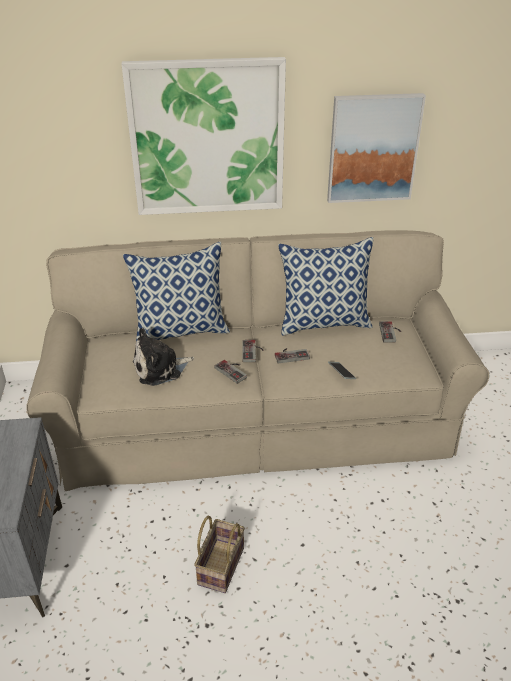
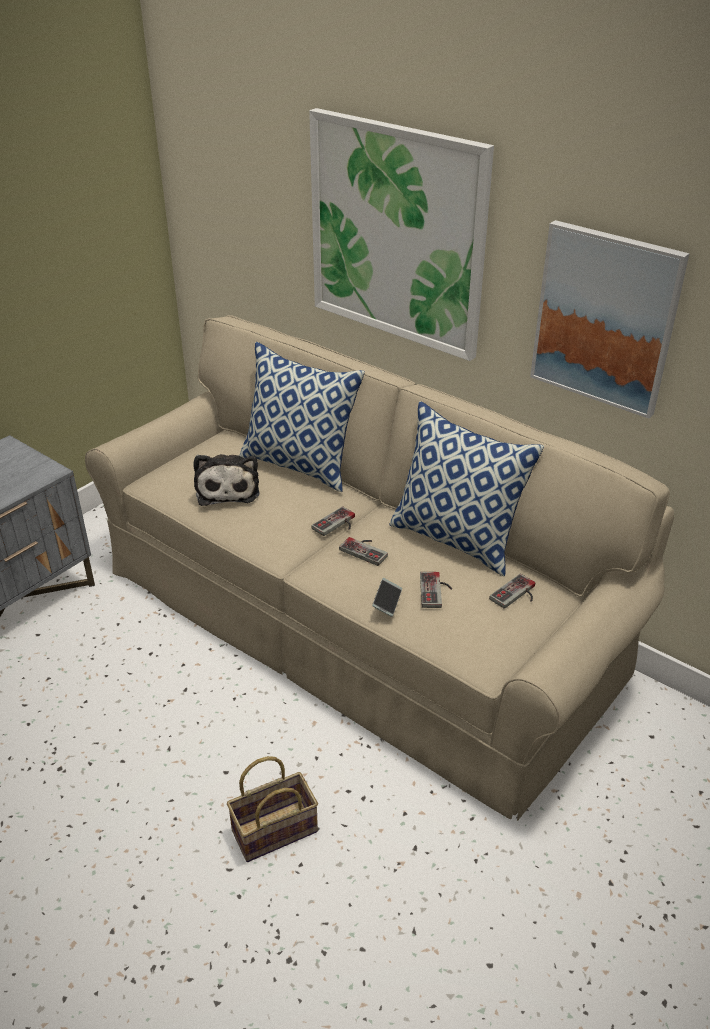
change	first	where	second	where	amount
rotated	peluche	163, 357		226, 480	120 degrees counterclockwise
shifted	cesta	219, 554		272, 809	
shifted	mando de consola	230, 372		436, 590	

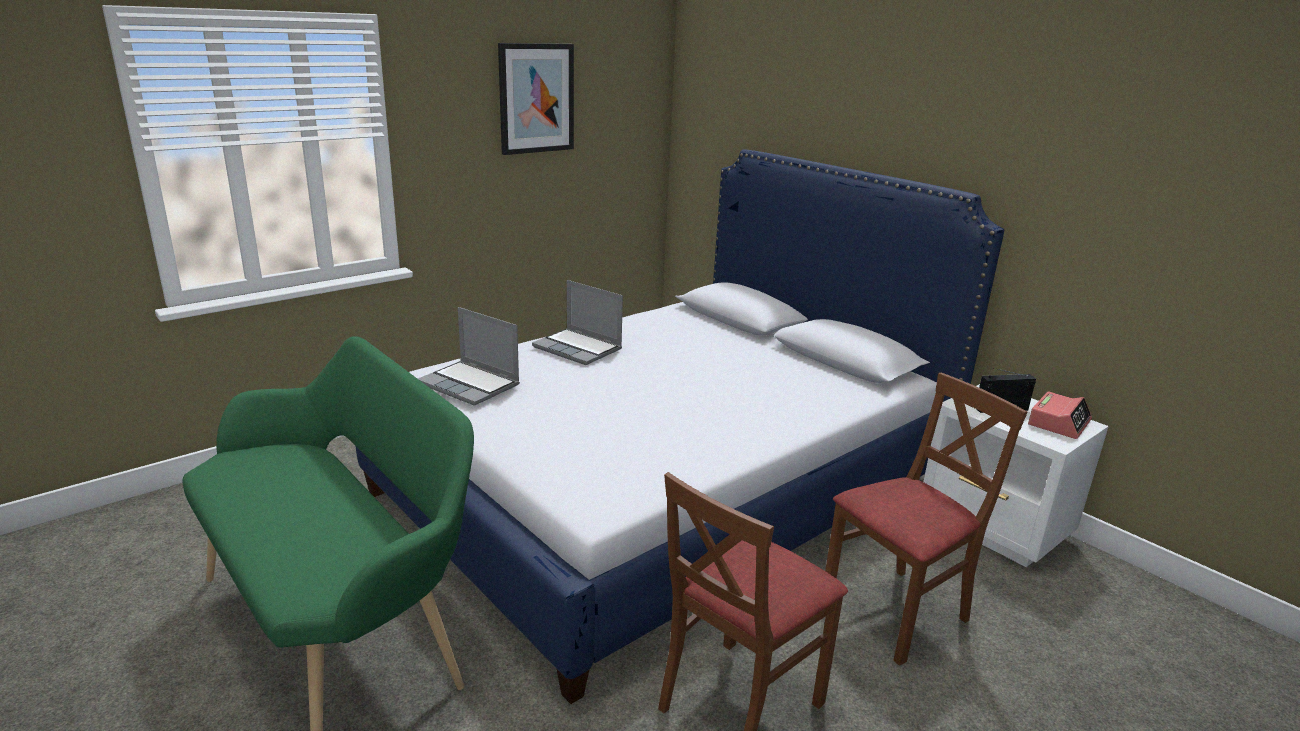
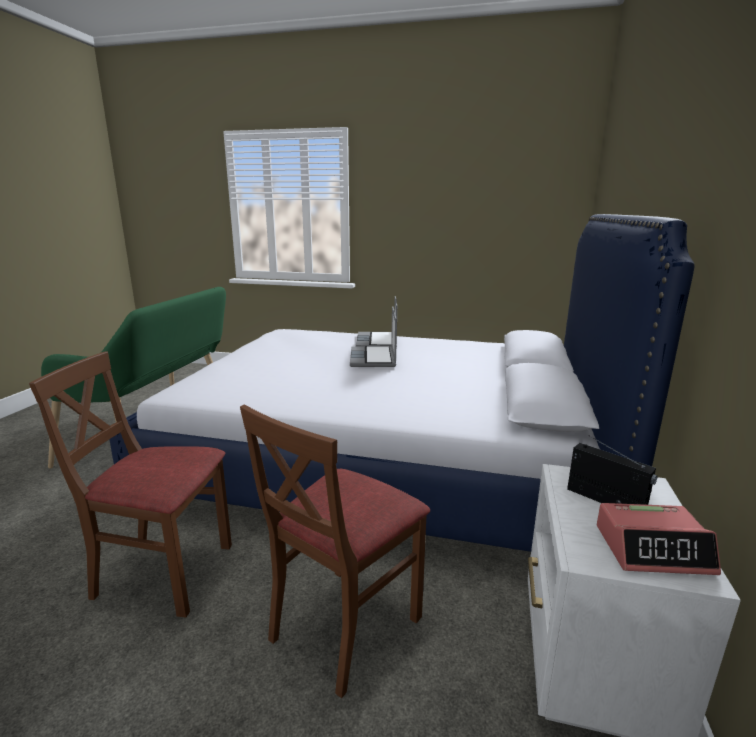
change	first	where	second	where	amount
rotated	silla (marrón)	926, 519		335, 551	105 degrees clockwise
shifted	portátil	469, 356		373, 336	
gone	cuadro	536, 99			

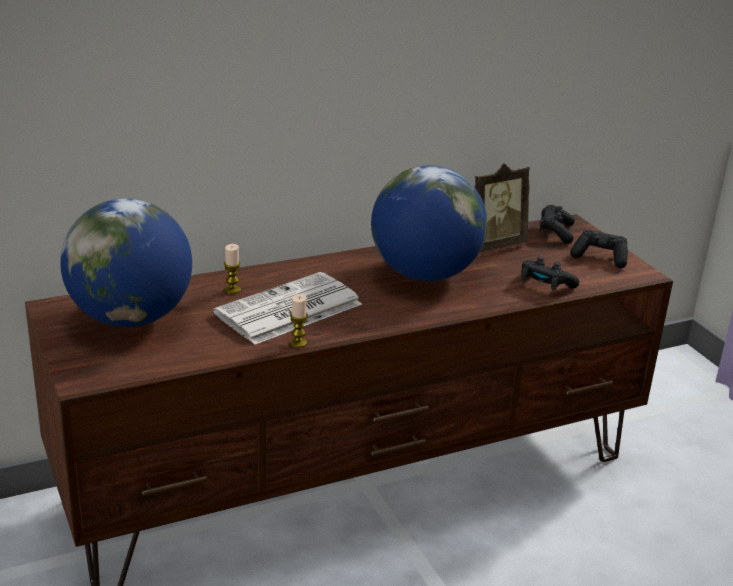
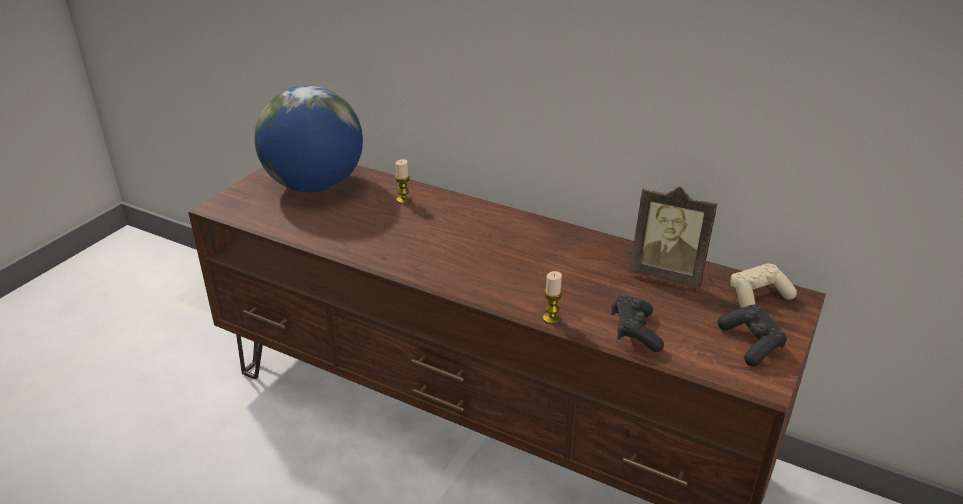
change	first	where	second	where	amount
shifted	vela	298, 321		553, 297	
repainted	mando de consola (negro)	557, 224	mando de consola (beis)	763, 286	
gone	periódico	287, 308			
gone	globo terráqueo	429, 223			

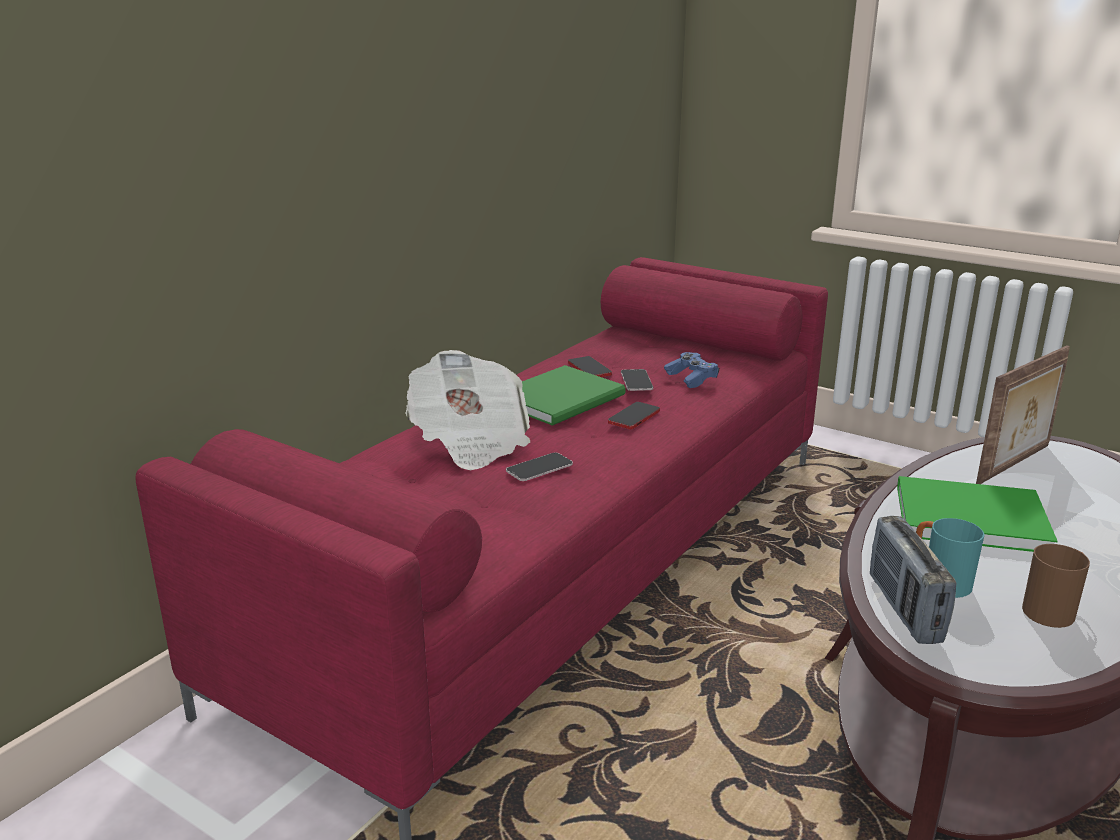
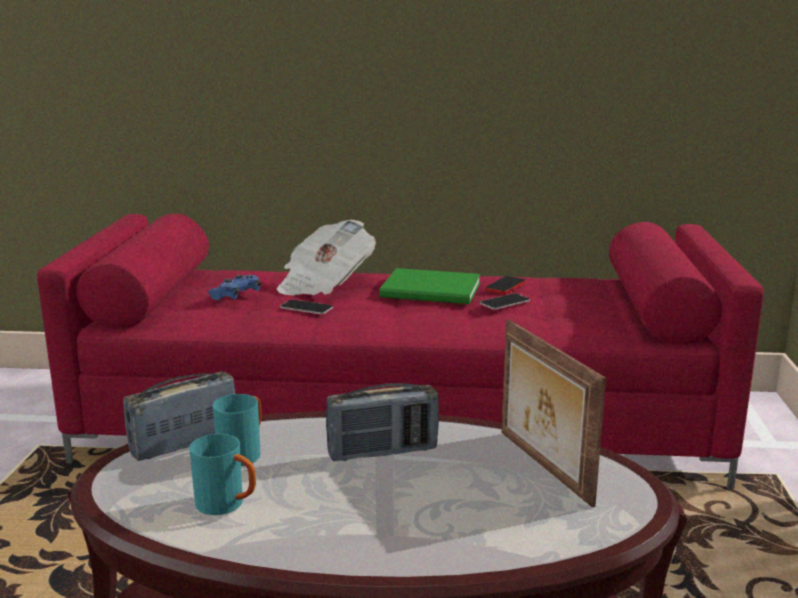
change	first	where	second	where	amount
repainted	taza grande (marrón)	1056, 586	taza grande (turquesa)	222, 474	
shifted	mando de consola (azul)	691, 370		234, 287	
swapped	libro (verde)	977, 514	radio	382, 422	
rotated	portarretratos	1023, 415		554, 414	45 degrees clockwise
gone	móvil	634, 415			

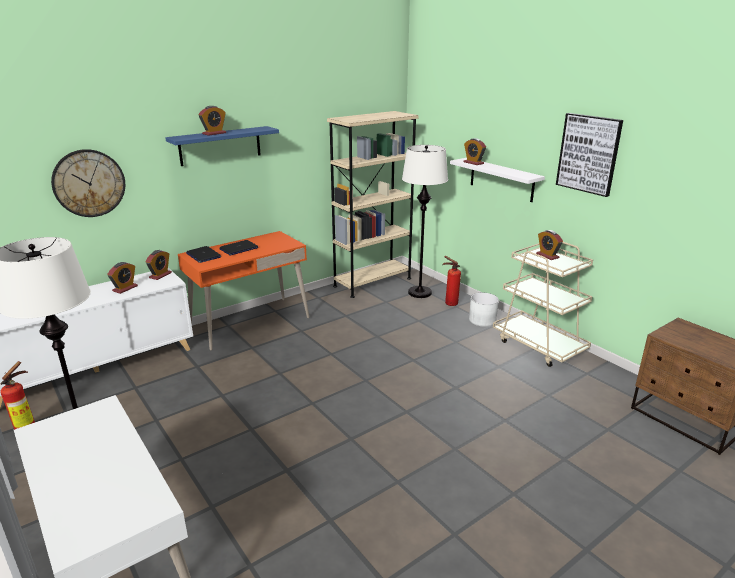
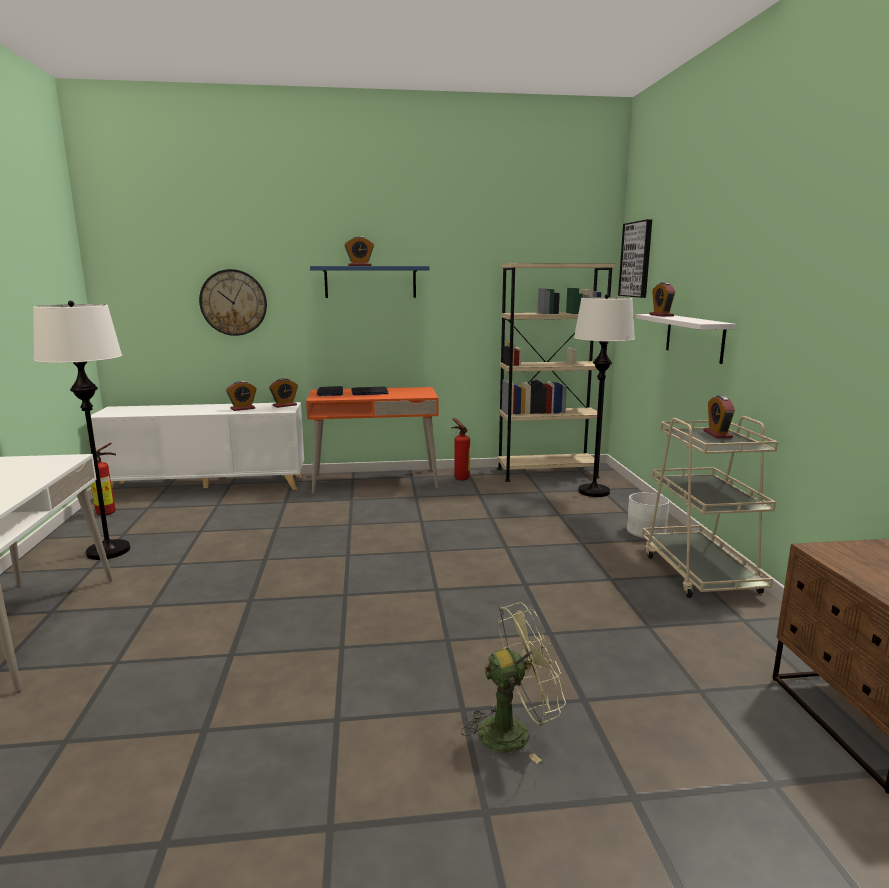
change	first	where	second	where	amount
shifted	extintor	451, 281		460, 449	
new			ventilador (verde)	513, 683	
shifted	cuadro	589, 155		635, 258	

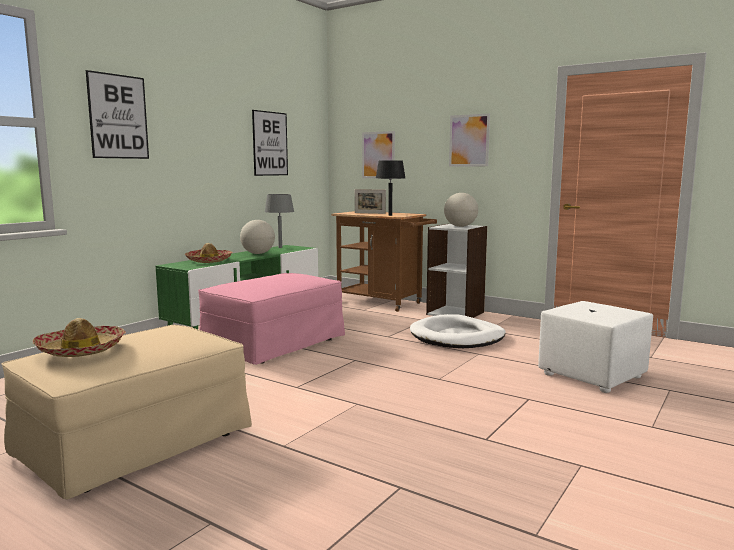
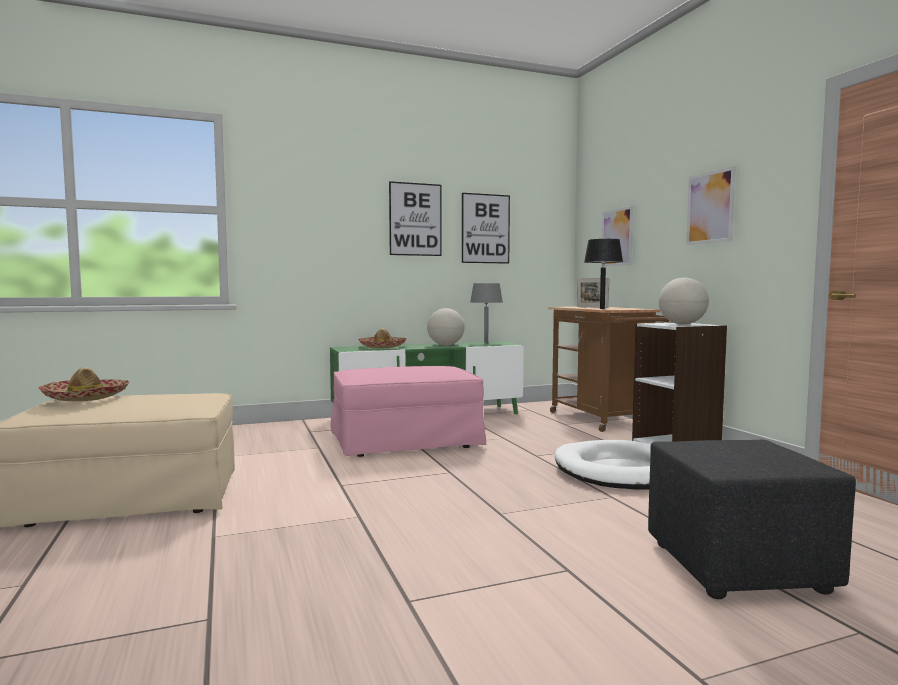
change	first	where	second	where	amount
shifted	cuadro	117, 114		415, 218	
repainted	puf (blanco)	595, 347	puf (negro)	752, 519	

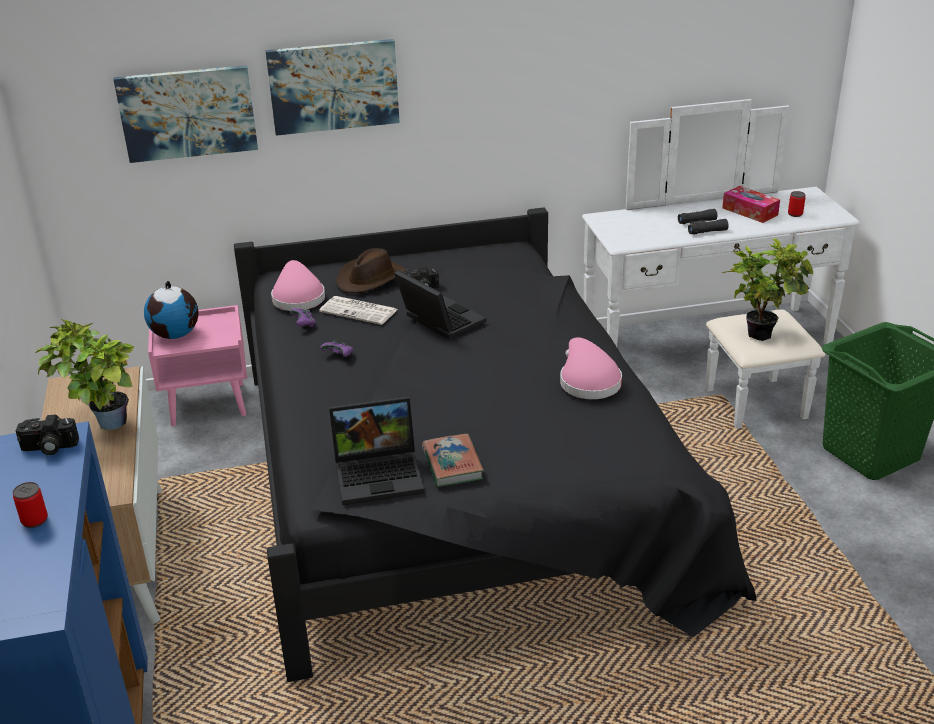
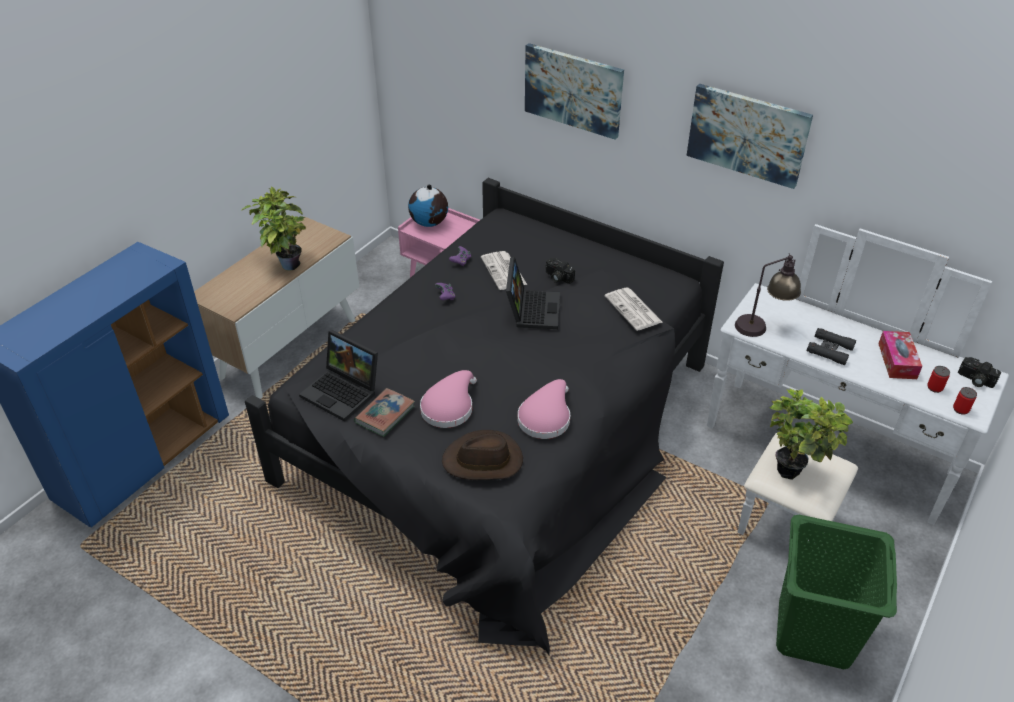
change	first	where	second	where	amount
shifted	sombrero (rosa)	298, 285		448, 399	
shifted	sombrero (marrón)	371, 270		482, 455	
new			periódico	633, 309	
shifted	cuadro	185, 114		749, 136	
new			lámpara de mesa	768, 295	
shifted	lata	30, 505		965, 401	
shifted	cámara	47, 434		980, 372	

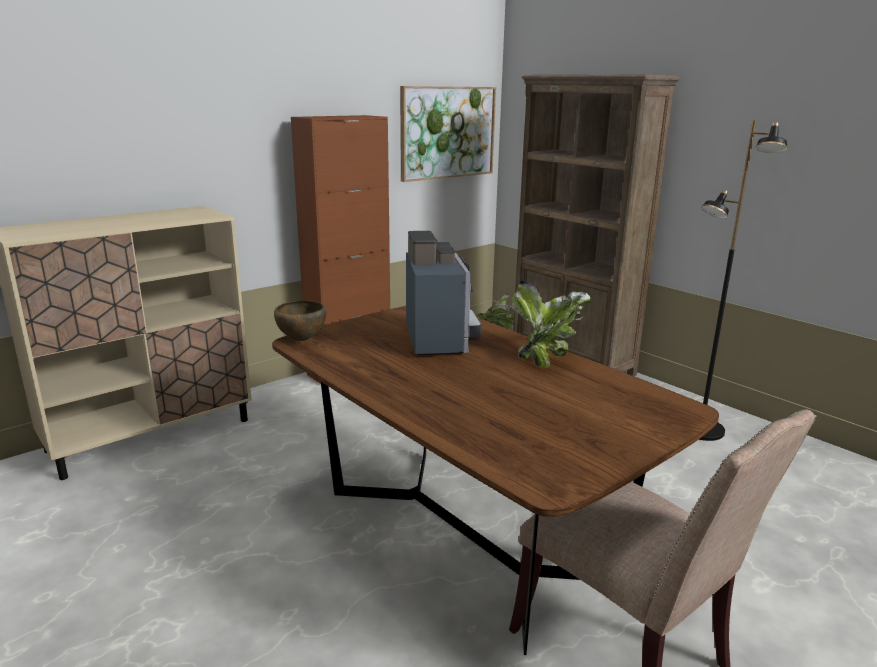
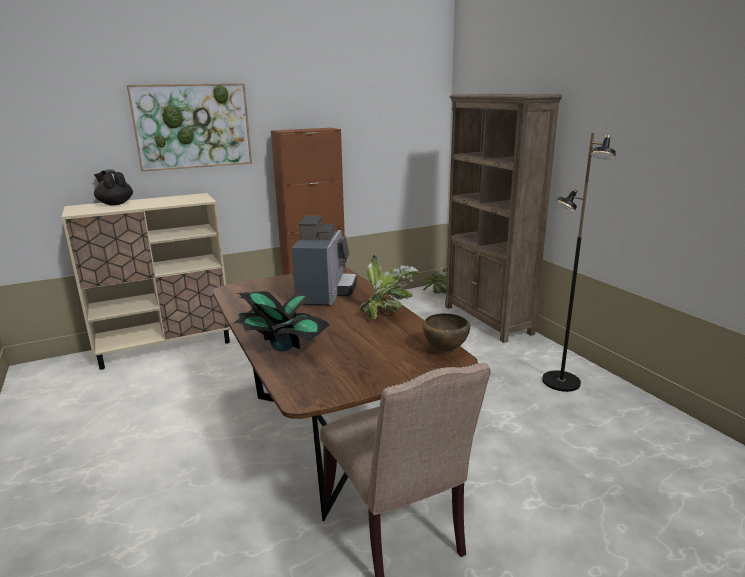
change	first	where	second	where	amount
new			tetera (negro)	113, 187	
shifted	cuadro	448, 134		189, 128	
new			planta en maceta	282, 321	
shifted	cuenco (marrón)	300, 321		446, 332	

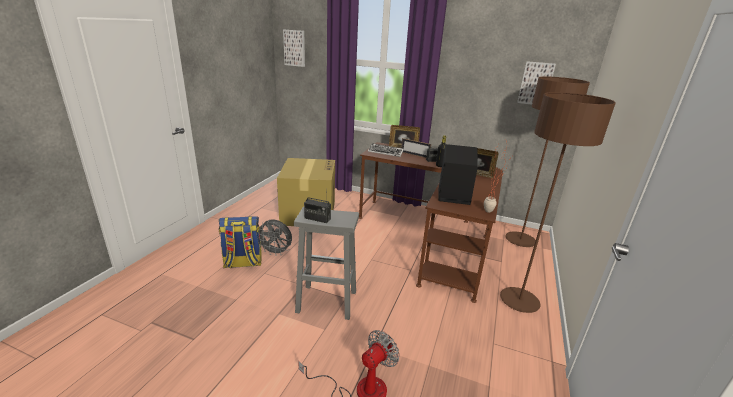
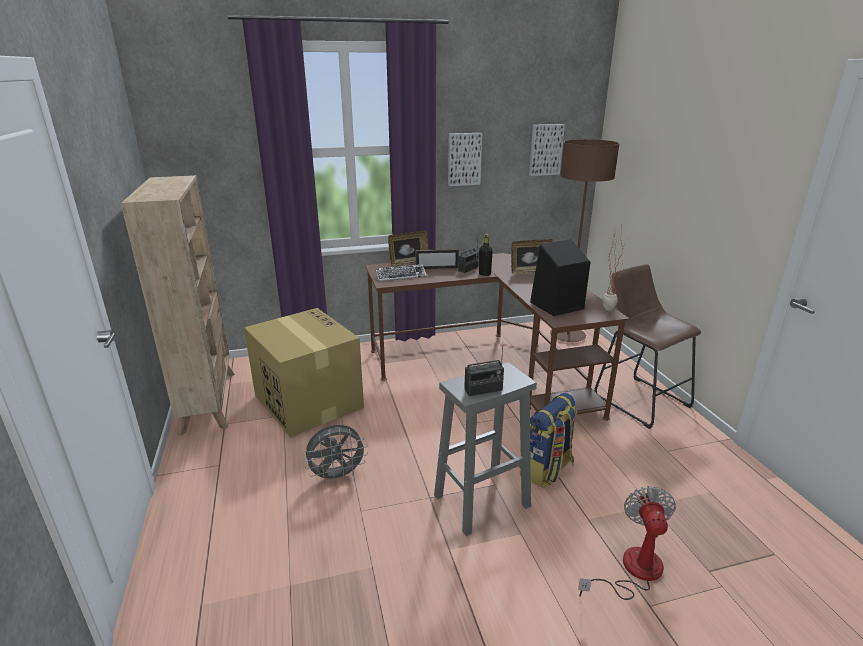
change	first	where	second	where	amount
new			estantería (beis)	178, 305	
shifted	cuadro	294, 48		465, 159	
shifted	mochila	240, 242		548, 440	
swapped	lámpara de pie (marrón)	558, 202	taburete (marrón)	647, 346	

